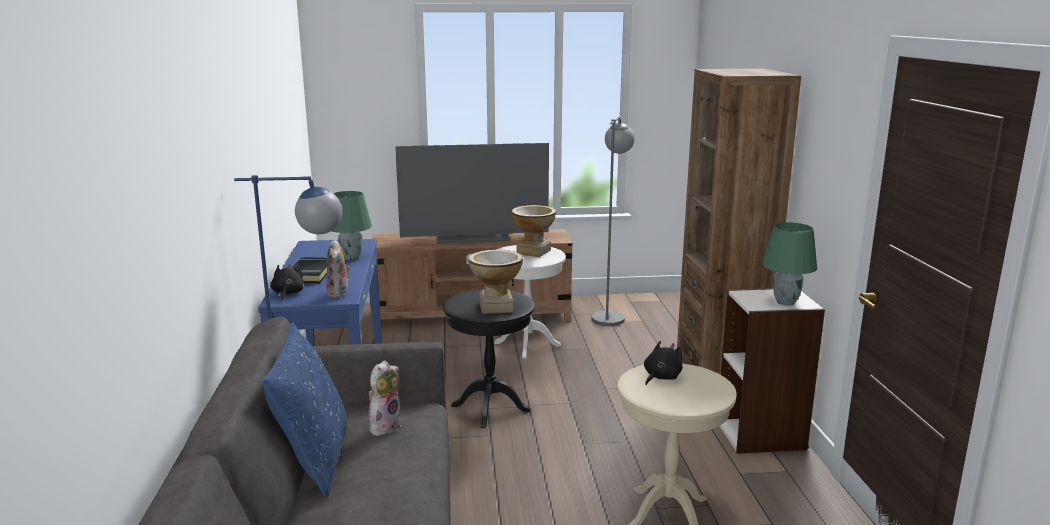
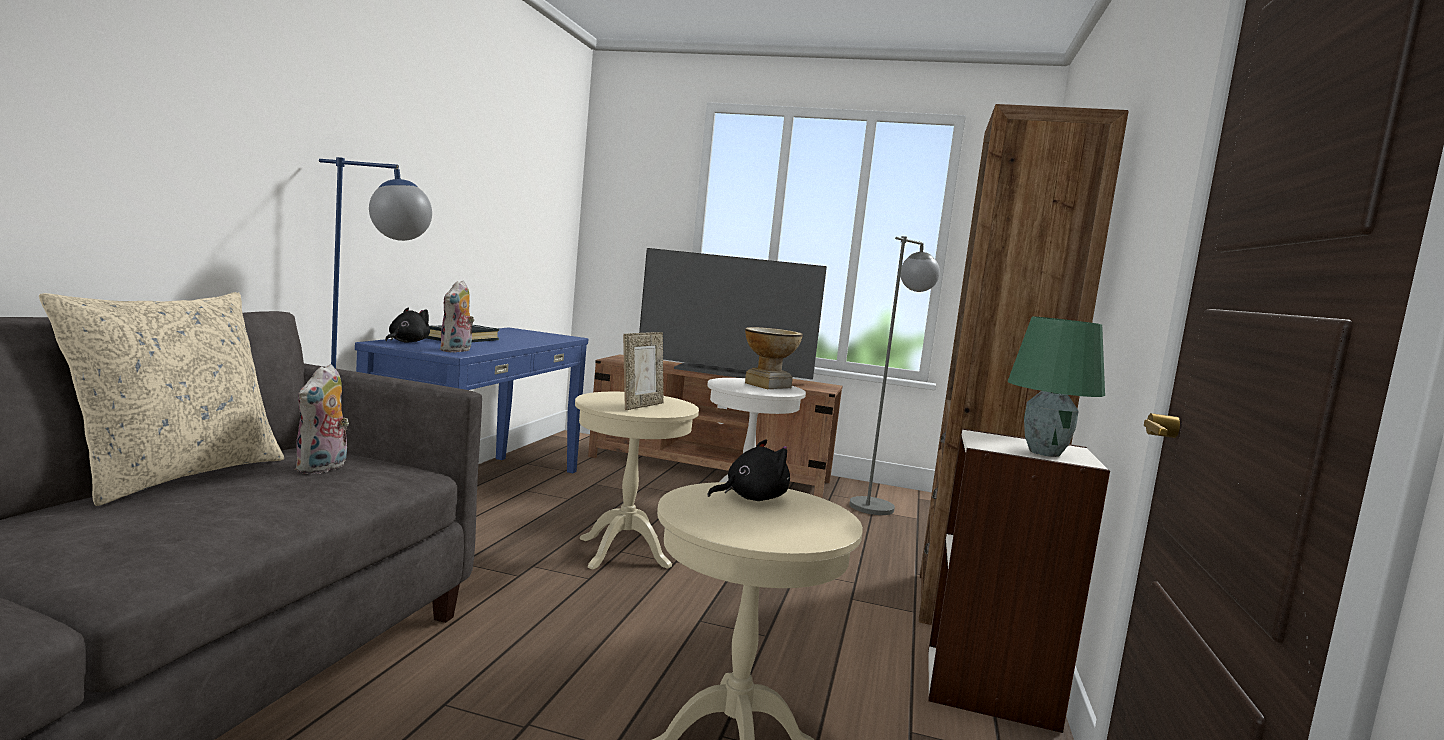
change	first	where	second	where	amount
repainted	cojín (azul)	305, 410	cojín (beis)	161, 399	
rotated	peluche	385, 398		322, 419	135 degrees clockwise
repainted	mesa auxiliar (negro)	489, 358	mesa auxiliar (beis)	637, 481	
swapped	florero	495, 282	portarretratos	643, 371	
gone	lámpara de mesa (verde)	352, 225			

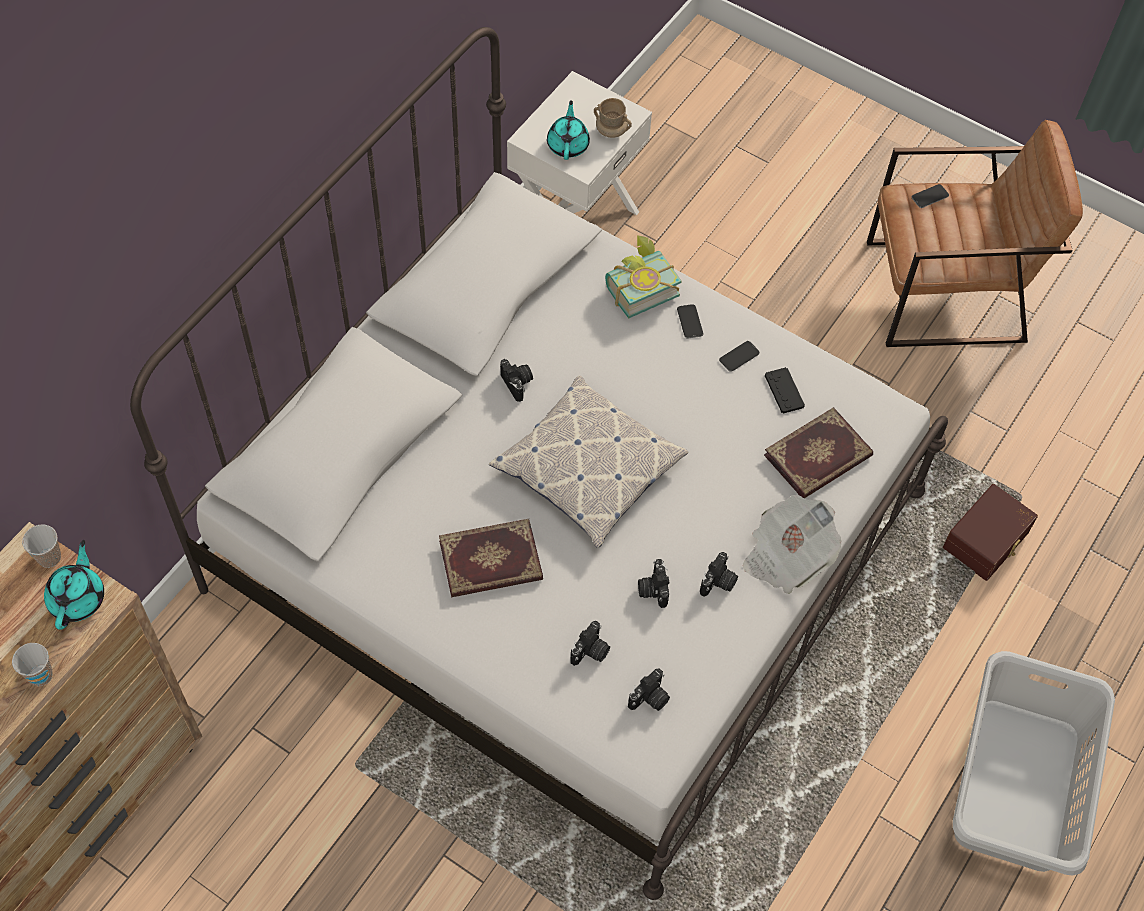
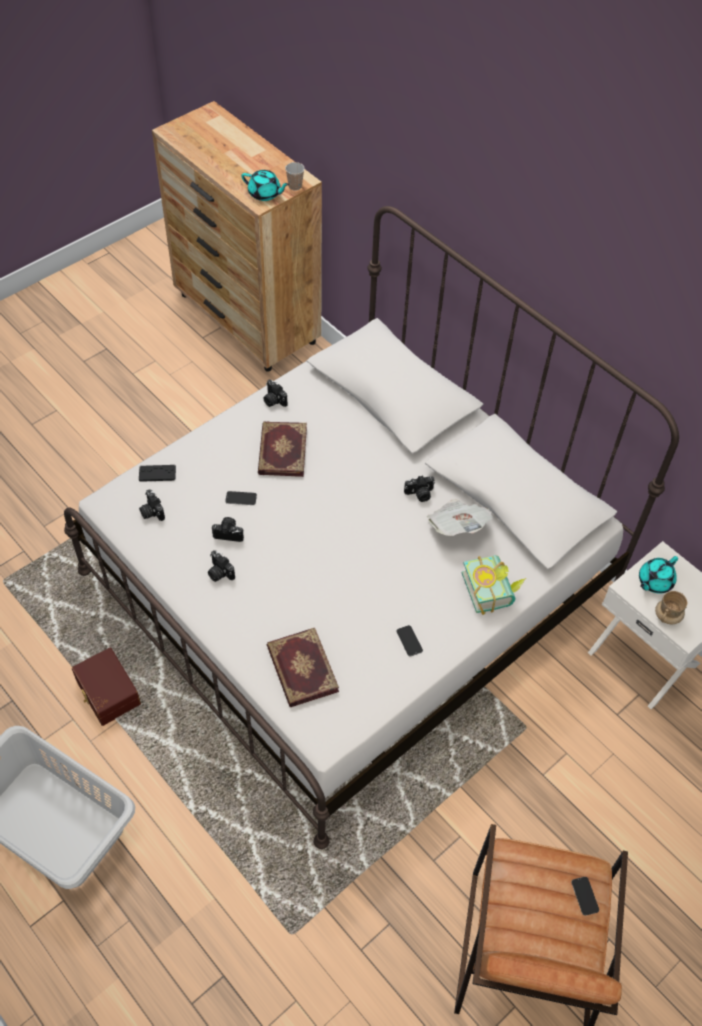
change	first	where	second	where	amount
shifted	caja de almacenaje (marrón)	990, 532		106, 686	
shifted	mando de consola (negro)	785, 390		157, 473	
shifted	móvil	690, 321		241, 498	
shifted	cámara	590, 643		275, 393	
shifted	periódico	792, 544		460, 517	
rotated	tetera (turquesa)	568, 130		658, 575	120 degrees clockwise
gone	taza	32, 664			
gone	cojín	589, 461			

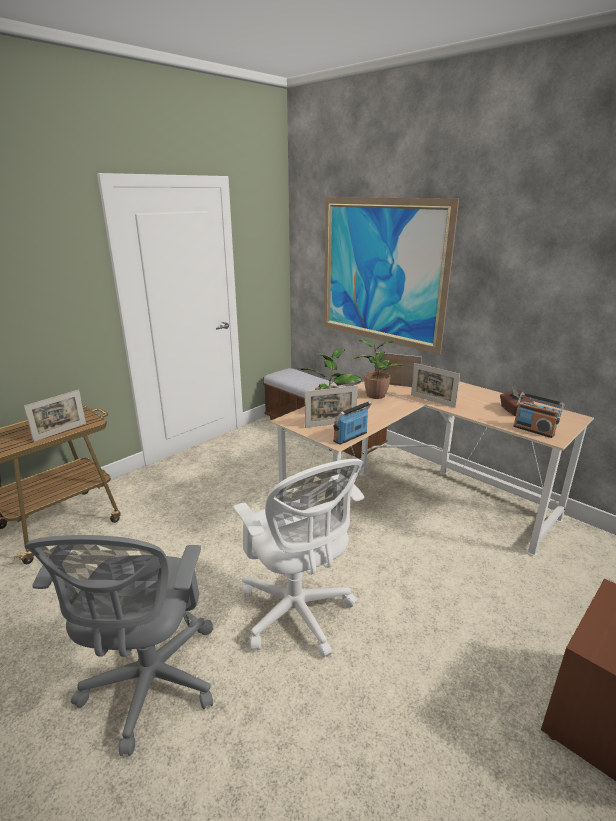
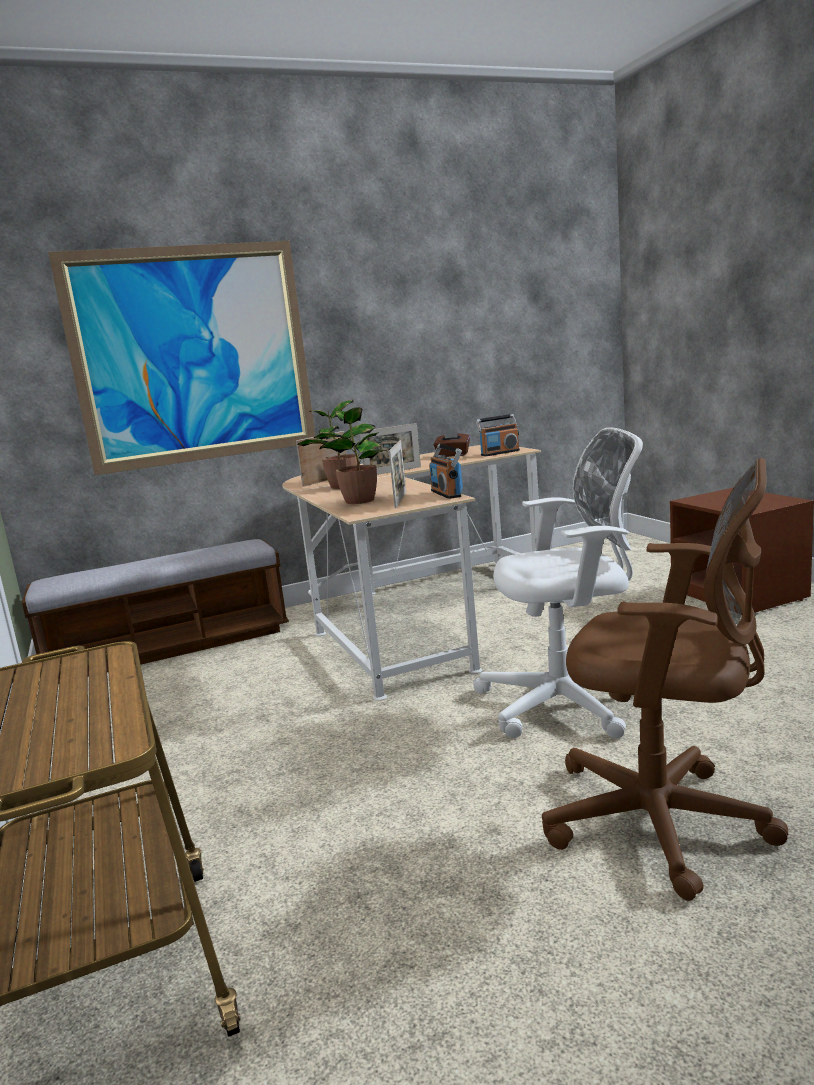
change	first	where	second	where	amount
repainted	silla de oficina (gris)	119, 645	silla de oficina (marrón)	665, 679	
gone	portarretratos	55, 415			

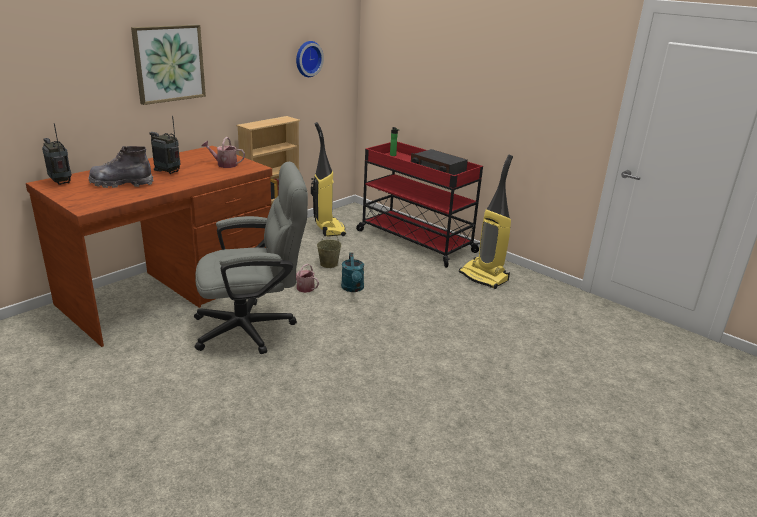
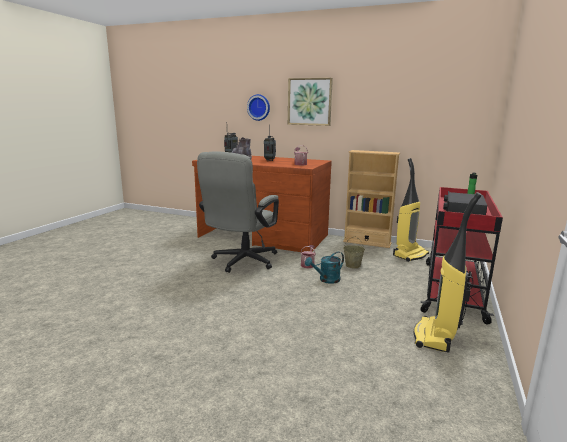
change	first	where	second	where	amount
rotated	silla de oficina (gris)	251, 258		238, 212	60 degrees clockwise
shifted	reloj de pared	310, 59		258, 107	

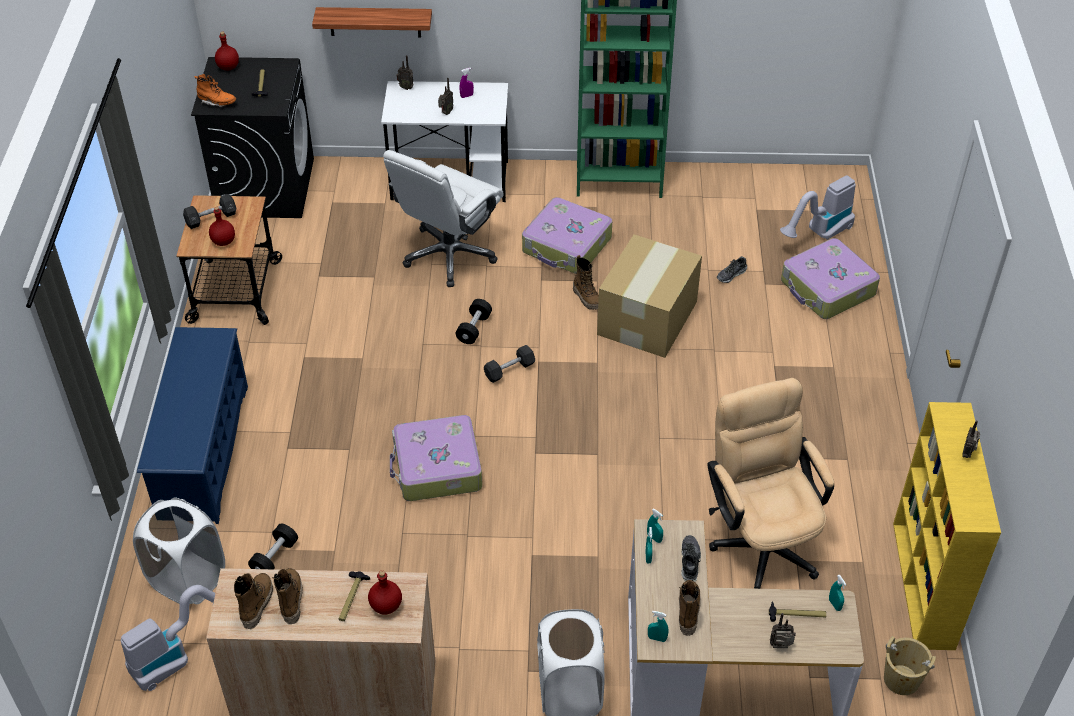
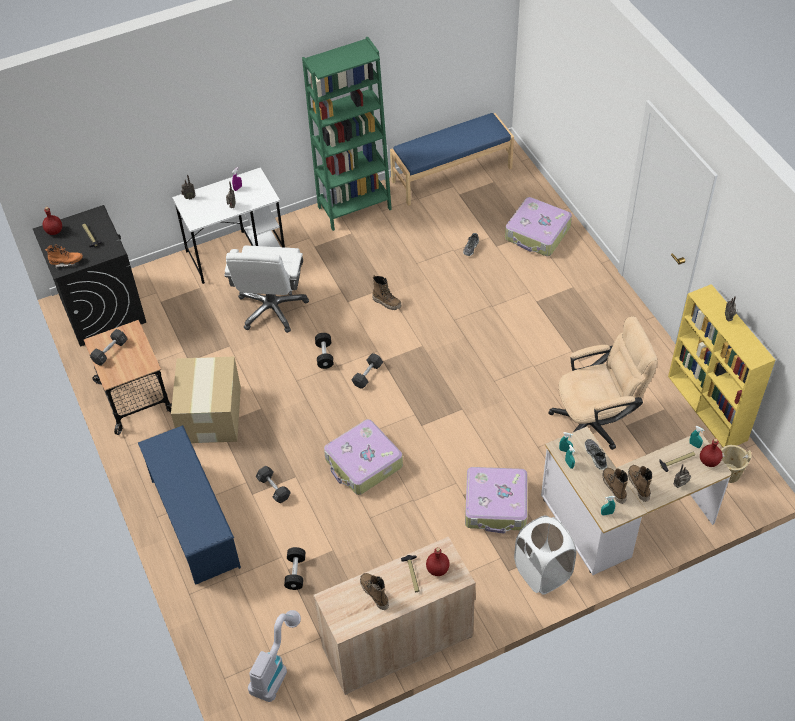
change	first	where	second	where	amount
shifted	caja de cartón	649, 296		206, 399	
new			mancuerna (negro)	273, 484	
new			banco (azul)	452, 159	
shifted	maleta	567, 235		496, 500	
rotated	silla de oficina (beis)	771, 483		603, 383	120 degrees clockwise
shifted	bota	253, 601		640, 483	
shifted	botella (rojo)	222, 226		711, 452	
gone	cesto de la ropa (blanco)	179, 550			
gone	estante	372, 22			
gone	aspiradora	818, 207			

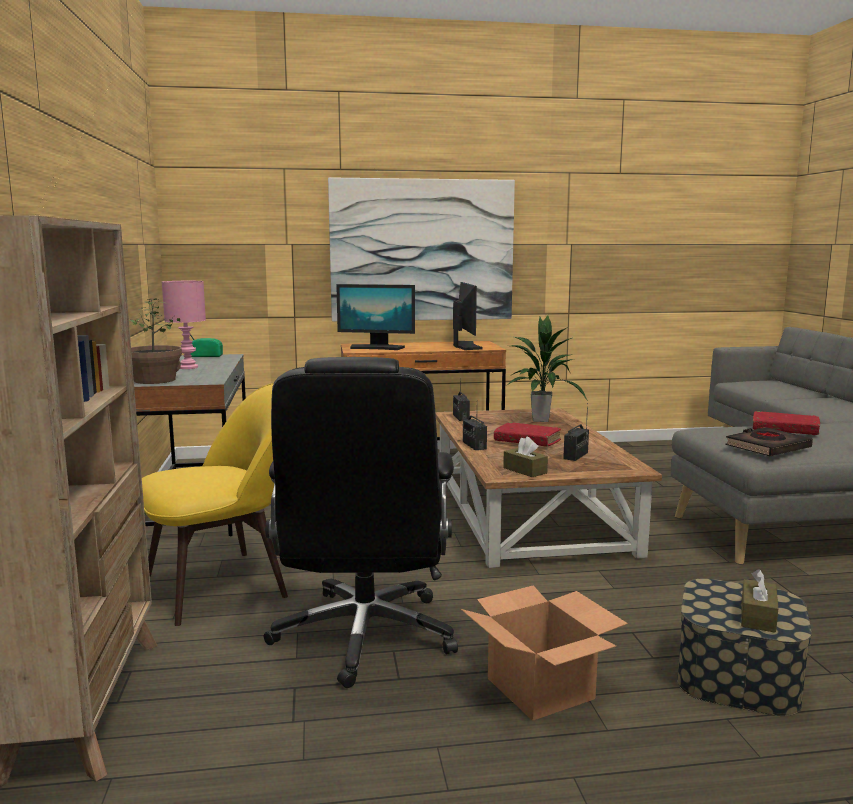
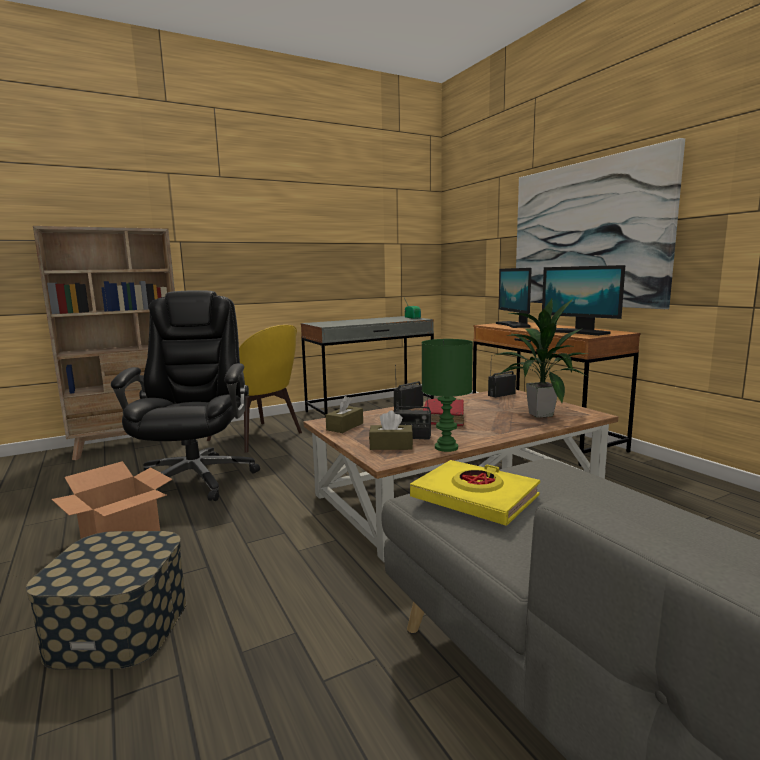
change	first	where	second	where	amount
rotated	silla de oficina (negro)	361, 522		185, 395	105 degrees clockwise
shifted	caja de pañuelos (marrón)	759, 601		391, 430	
repainted	libro (negro)	769, 441	libro (amarillo)	475, 493	
new			lámpara de mesa (verde)	447, 395	
rotated	monitor	467, 316		583, 300	75 degrees clockwise
gone	planta en maceta	155, 341			
gone	lámpara de mesa (rosa)	184, 325			
gone	libro (rojo)	786, 423			

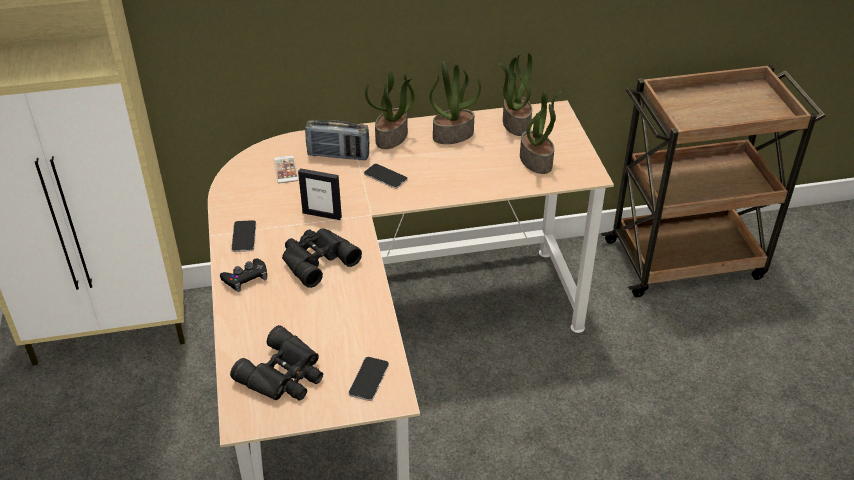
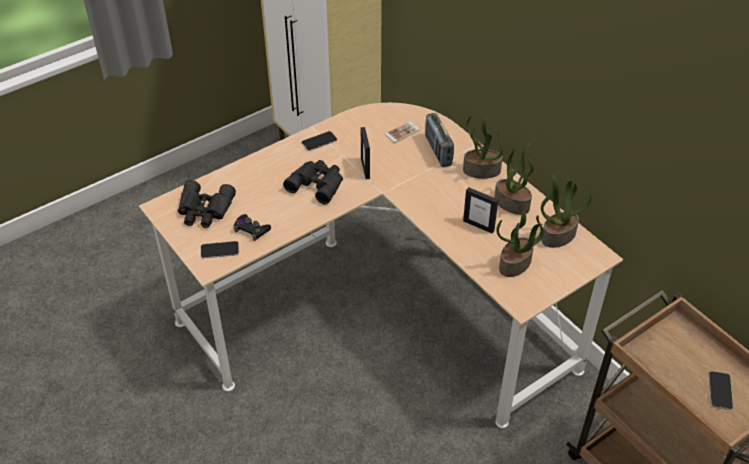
change	first	where	second	where	amount
shifted	mando de consola (negro)	243, 275		252, 227	
new			portarretratos	480, 210	
shifted	móvil	386, 176		721, 390	

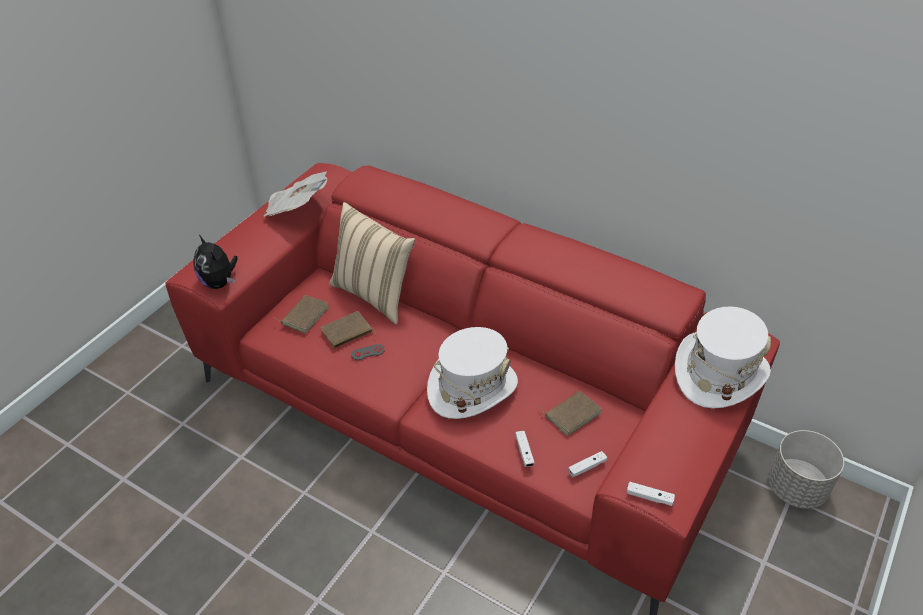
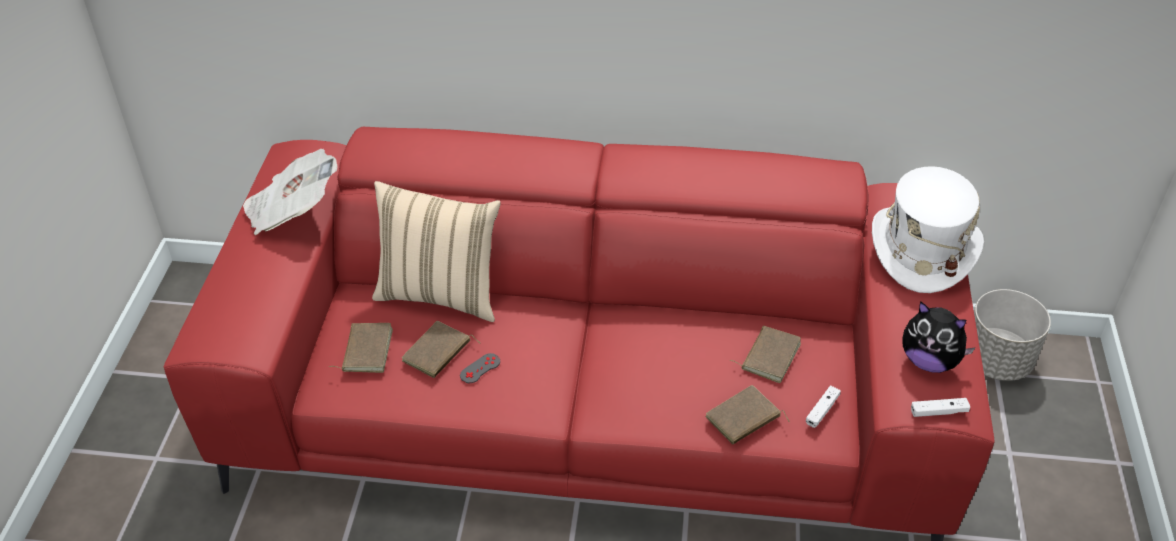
change	first	where	second	where	amount
swapped	mando de consola (blanco)	525, 449	libro (marrón)	747, 415	
shifted	peluche	215, 262		939, 337	
gone	sombrero (blanco)	472, 373			

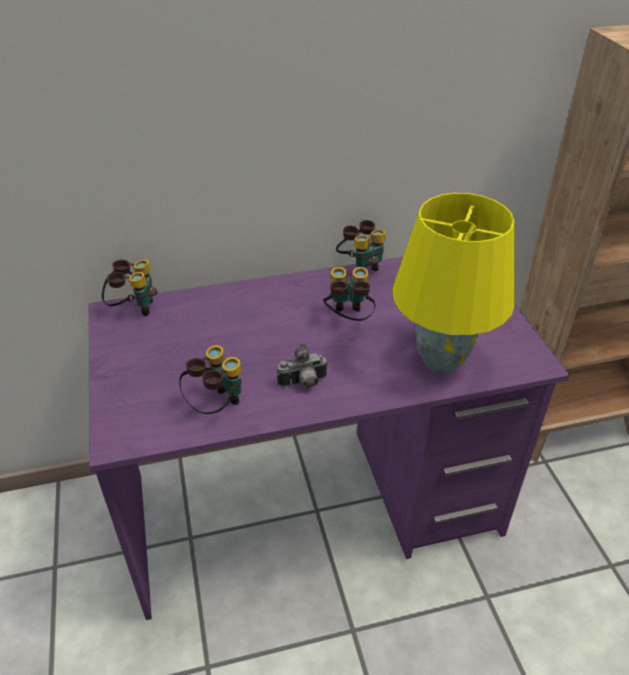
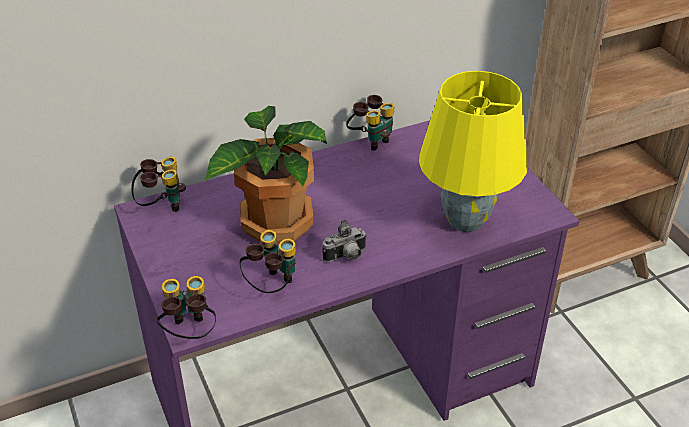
change	first	where	second	where	amount
shifted	prismáticos	349, 294		186, 307	
new			planta en maceta	266, 175	

